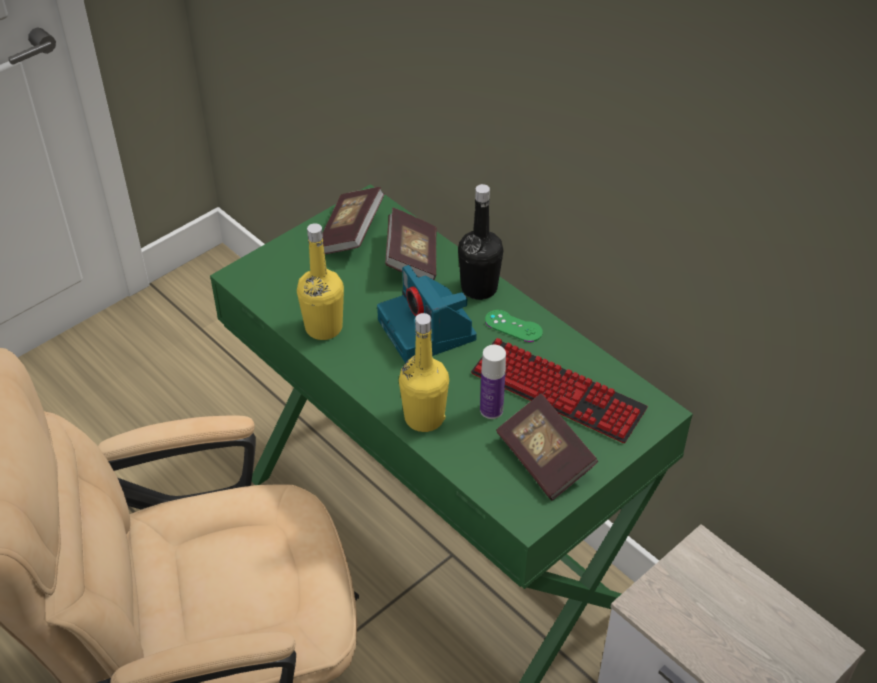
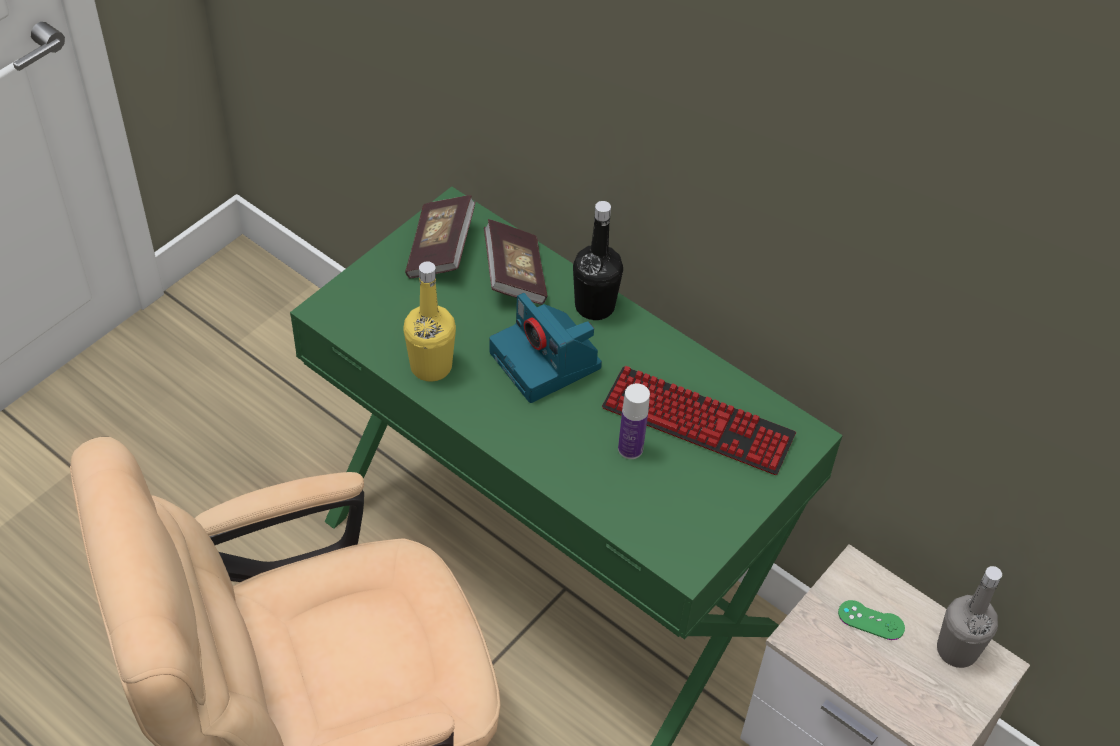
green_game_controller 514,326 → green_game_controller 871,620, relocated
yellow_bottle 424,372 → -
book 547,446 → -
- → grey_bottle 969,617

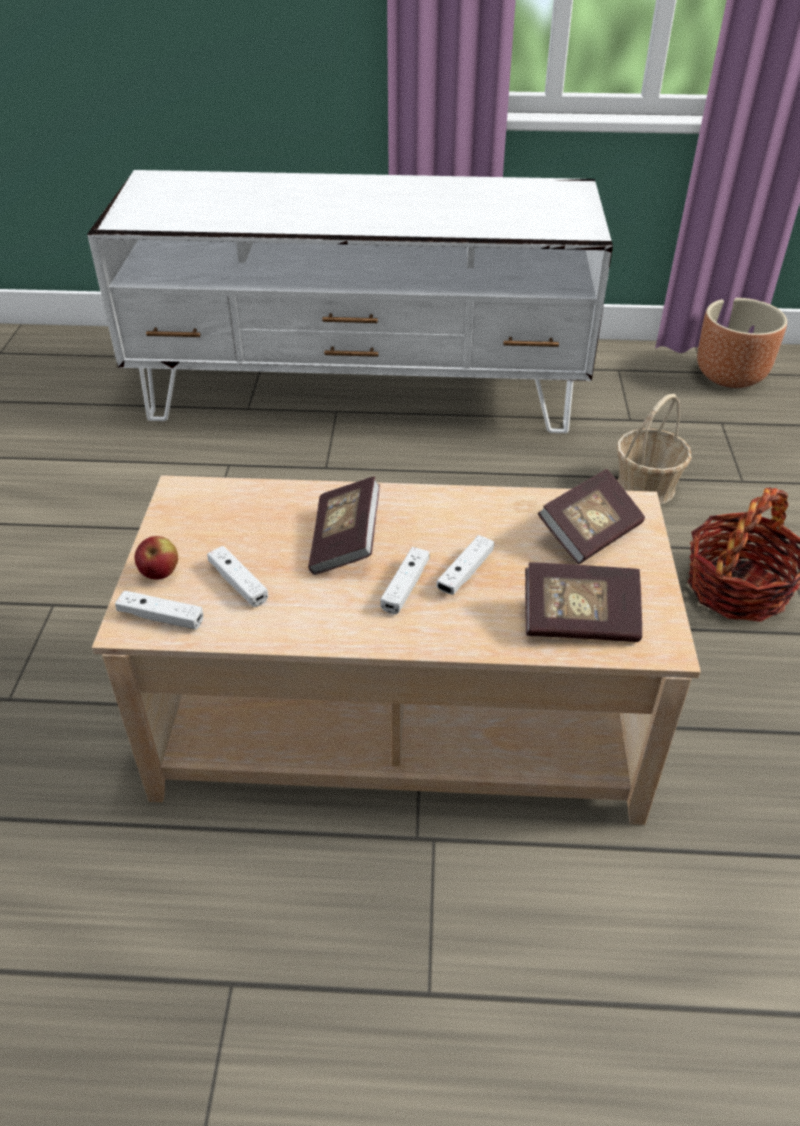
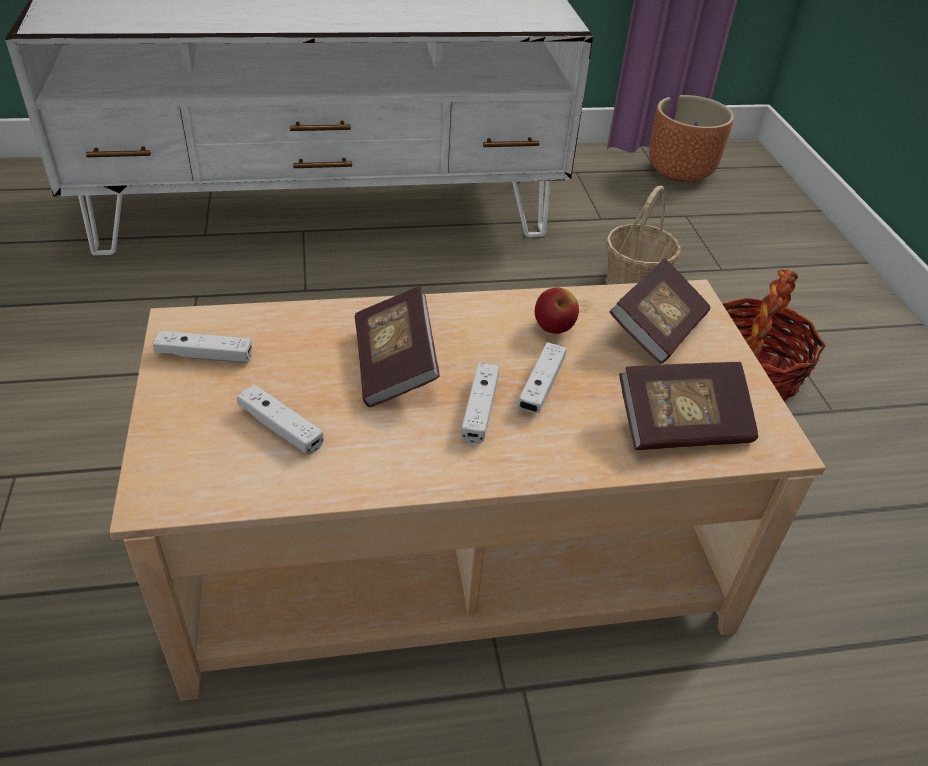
apple 156,558 → apple 557,310, relocated
white_game_controller 159,610 → white_game_controller 202,347, relocated

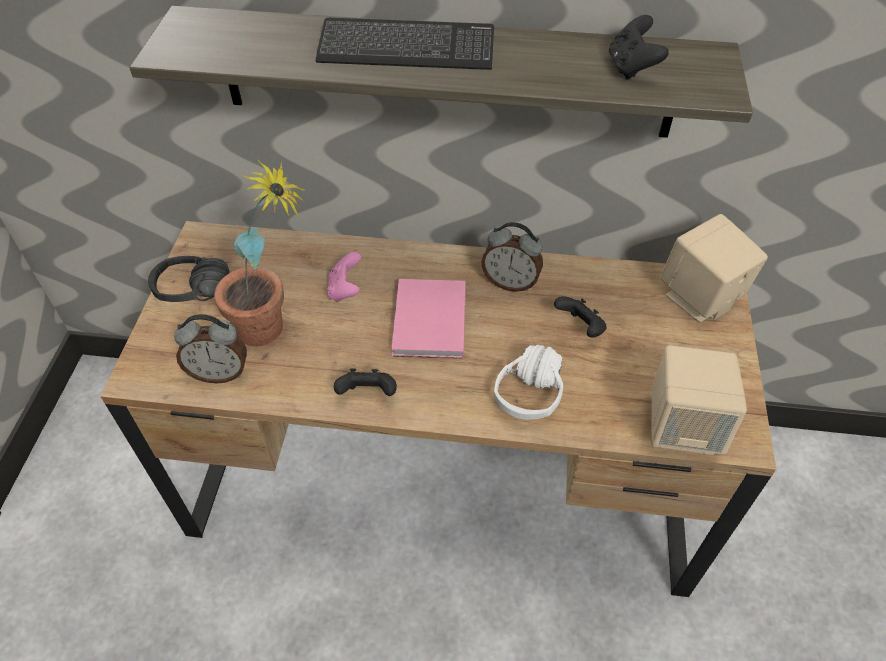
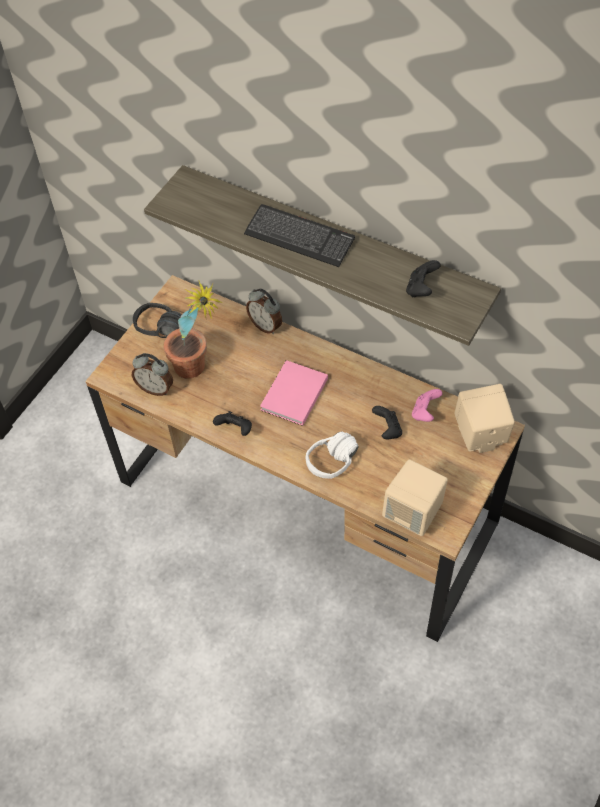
alarm_clock 512,257 → alarm_clock 264,311, relocated
pink_game_controller 344,277 → pink_game_controller 427,405, relocated

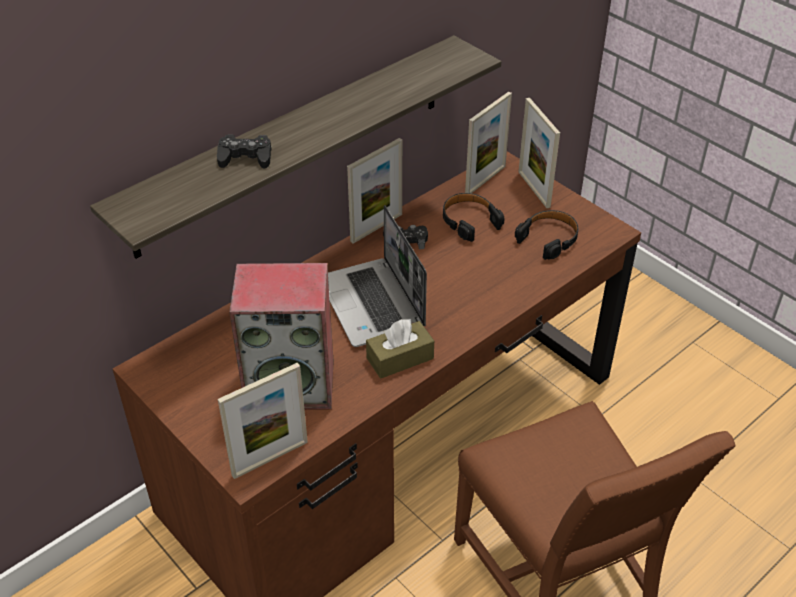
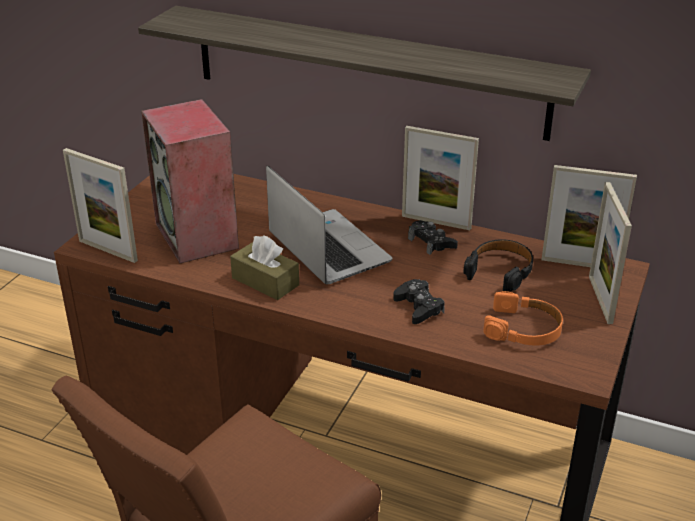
picture_frame 539,153 → picture_frame 610,253, 45 degrees counterclockwise
black_game_controller 244,151 → black_game_controller 419,301, relocated
laptop 377,276 → laptop 329,225, 105 degrees clockwise
black_headphones 546,235 → orange_headphones 523,318

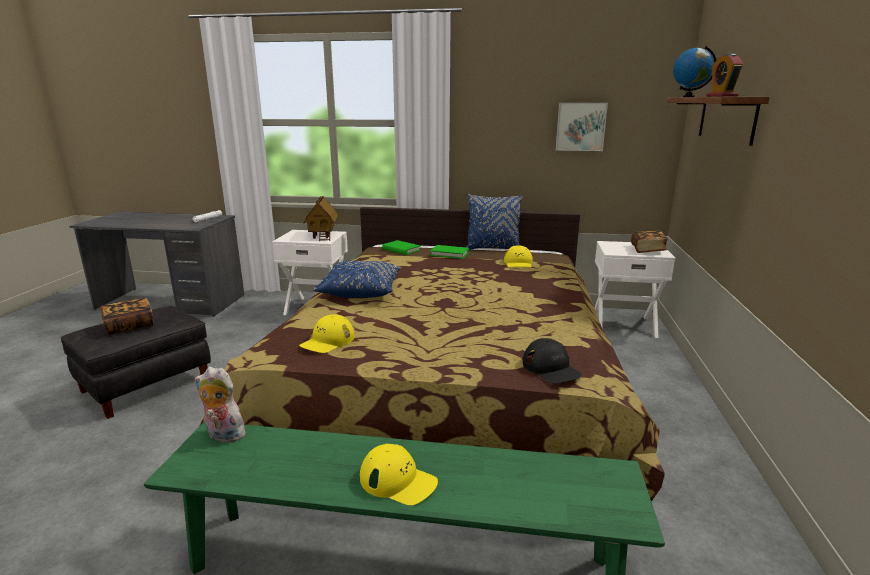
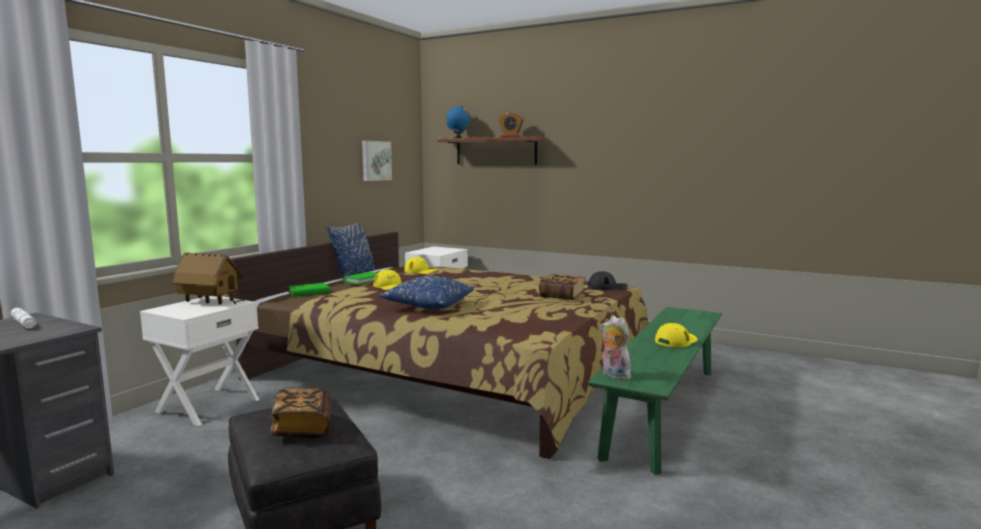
book 649,242 → book 562,287, relocated
yellow_cap 326,333 → yellow_cap 387,280, relocated
plush_toy 220,405 → plush_toy 616,348, 105 degrees clockwise

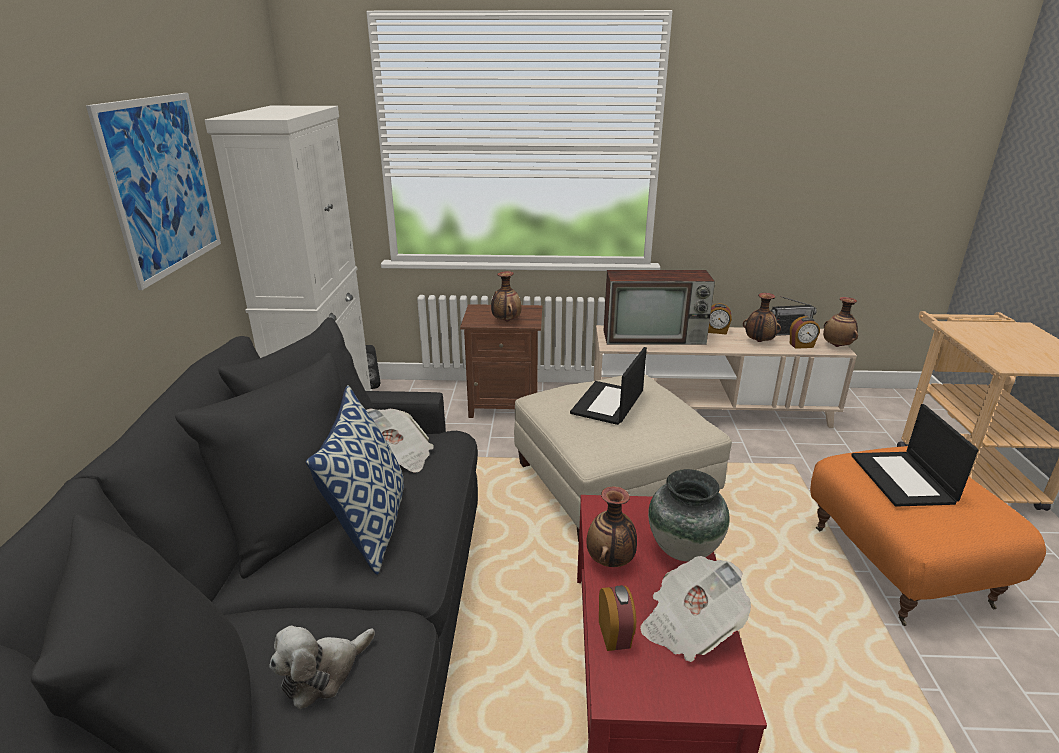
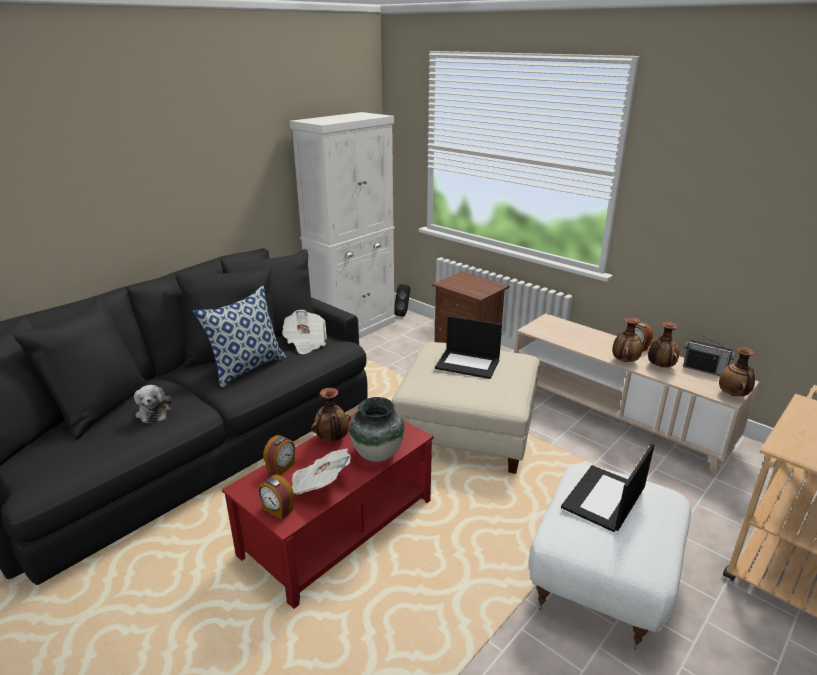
picture 153,191 → -
television 659,307 → -
vase 506,296 → vase 627,339, relocated
alarm_clock 805,332 → alarm_clock 276,497, relocated
laptop 608,386 → laptop 468,347, 135 degrees counterclockwise
orange_ottoman 928,536 → white_ottoman 610,556
plush_toy 322,667 → plush_toy 153,404, 105 degrees counterclockwise

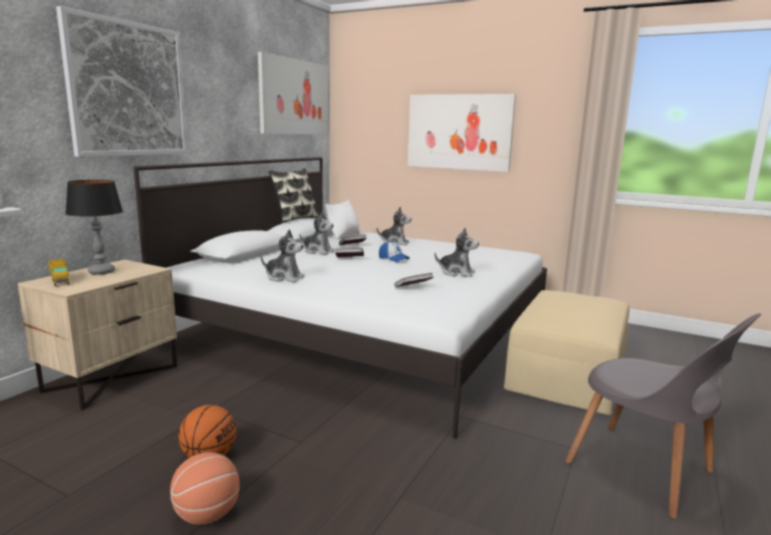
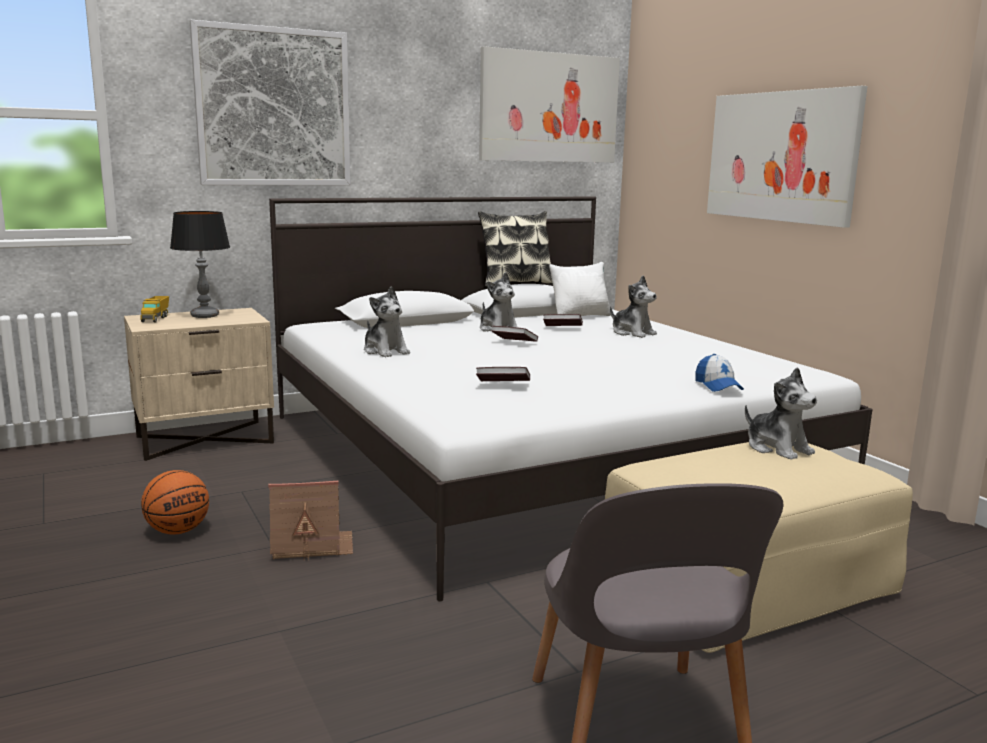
plush_toy 456,252 → plush_toy 781,413, relocated
cap 394,251 → cap 719,373, relocated
basketball 205,488 → -
- → toy_house 310,520

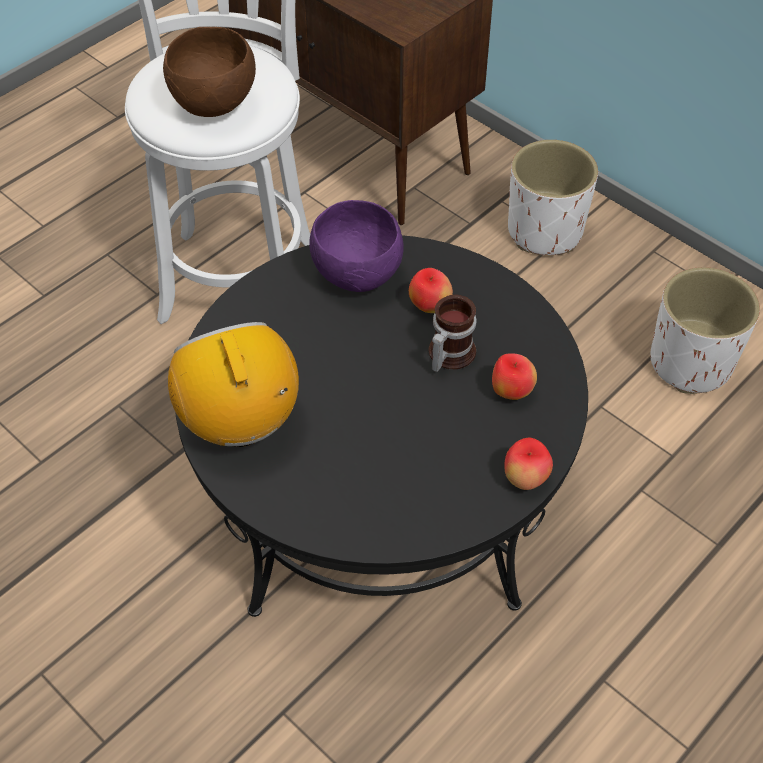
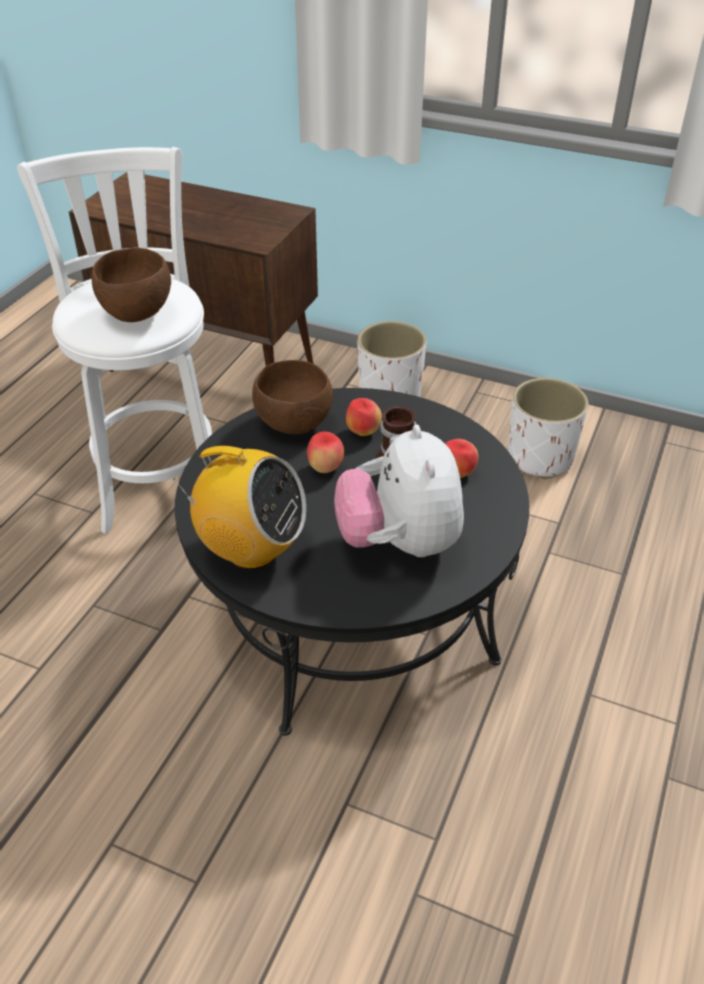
purple_bowl 356,246 → brown_bowl 292,397
radio 233,384 → radio 239,507, 150 degrees clockwise
apple 528,464 → apple 325,452, relocated
- → plush_toy 399,491

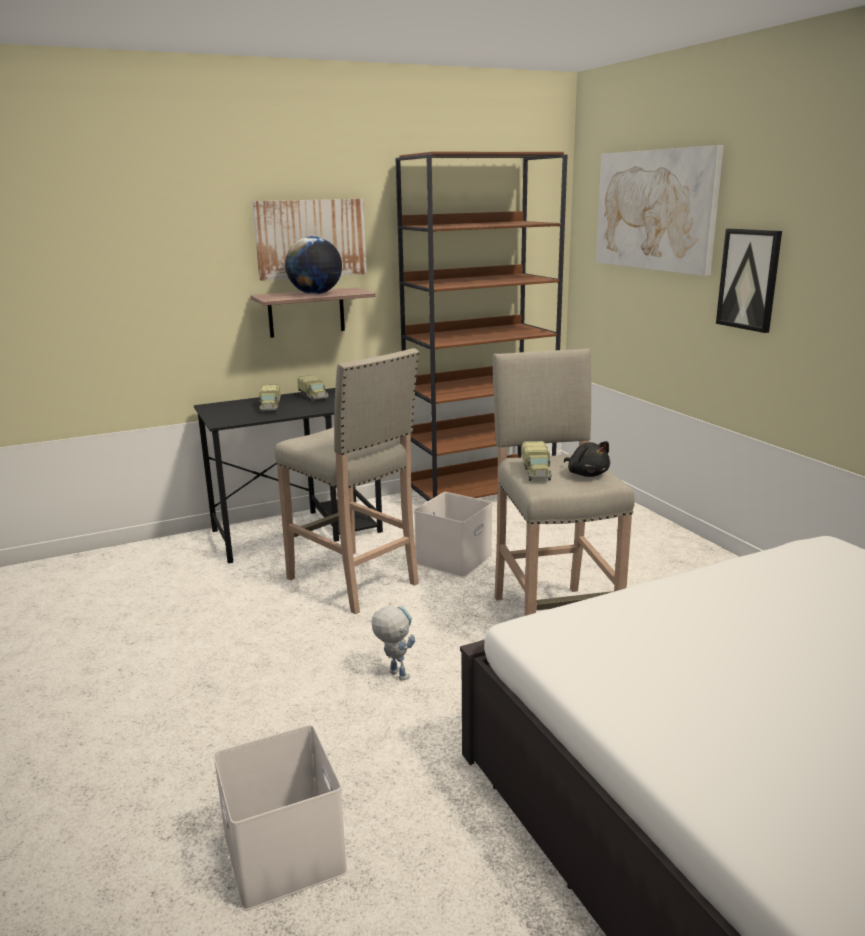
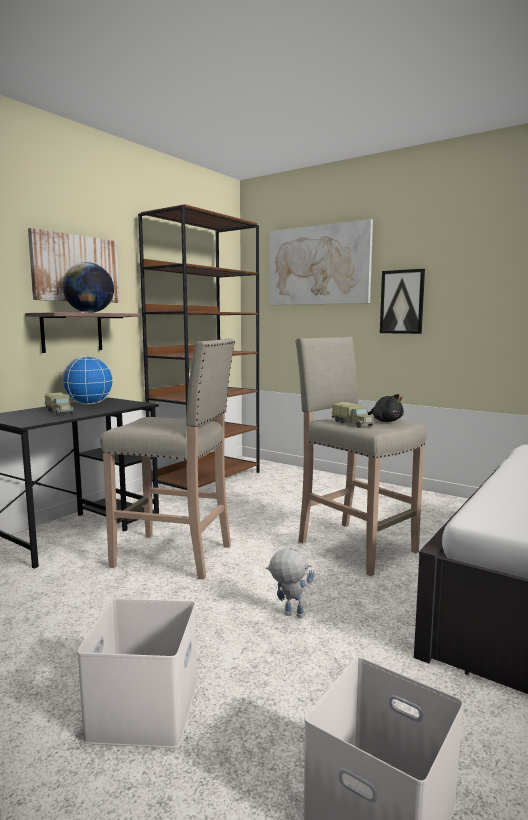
toy_truck 313,388 → globe 87,380
white_storage_box 453,535 → white_storage_box 137,673, relocated

